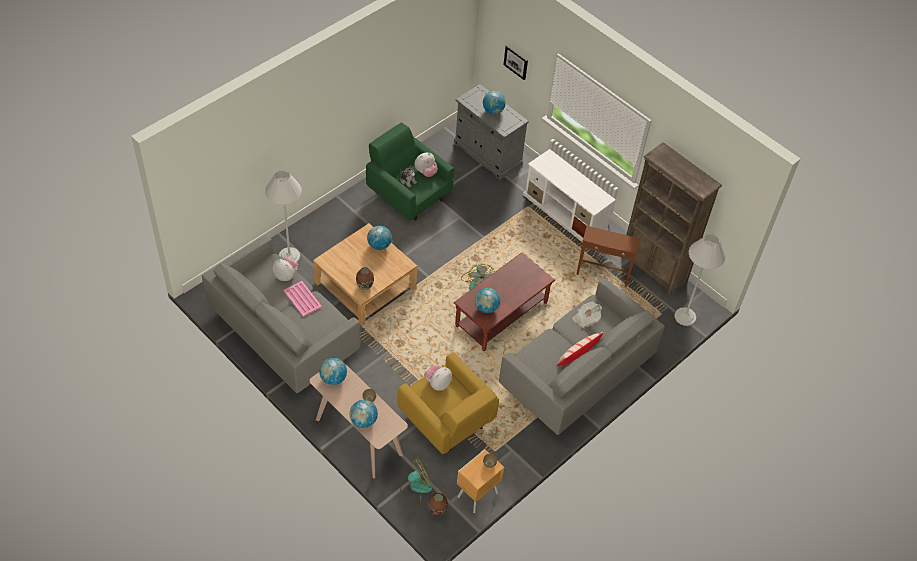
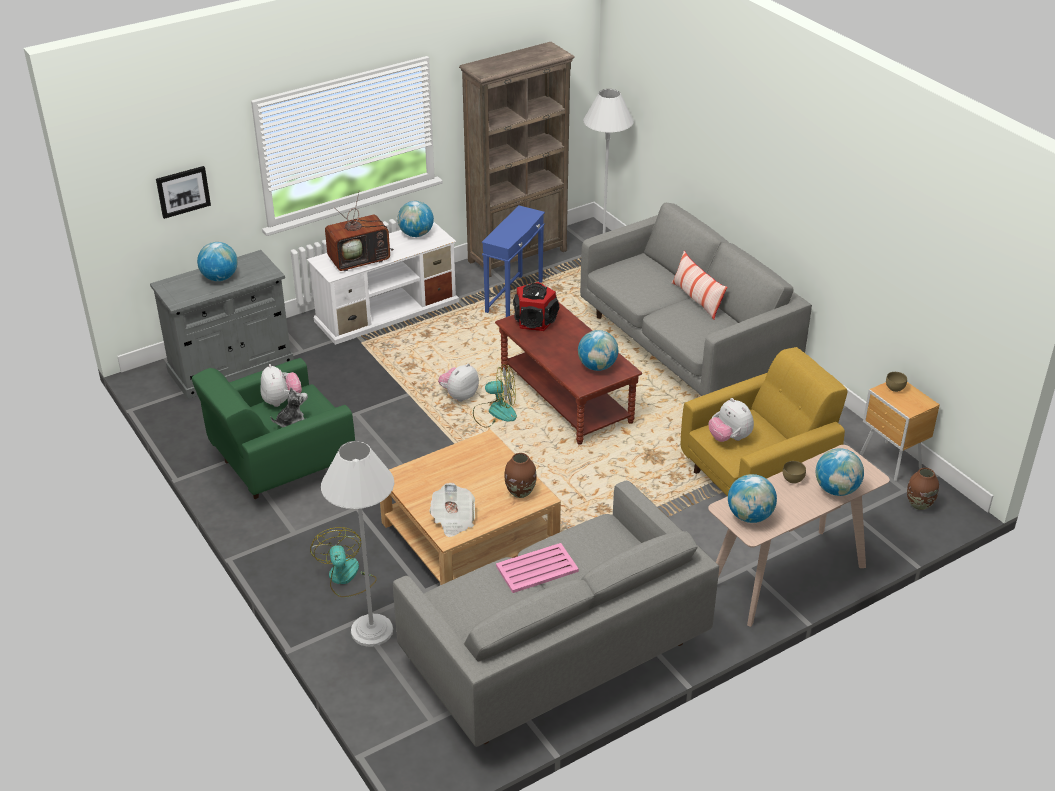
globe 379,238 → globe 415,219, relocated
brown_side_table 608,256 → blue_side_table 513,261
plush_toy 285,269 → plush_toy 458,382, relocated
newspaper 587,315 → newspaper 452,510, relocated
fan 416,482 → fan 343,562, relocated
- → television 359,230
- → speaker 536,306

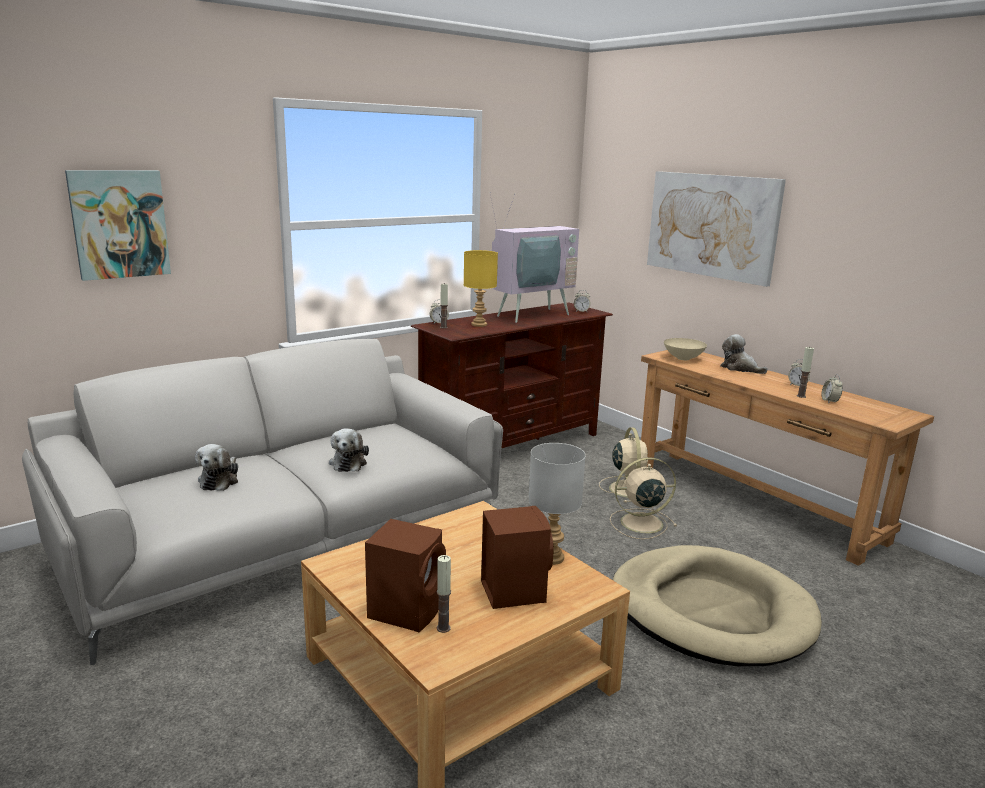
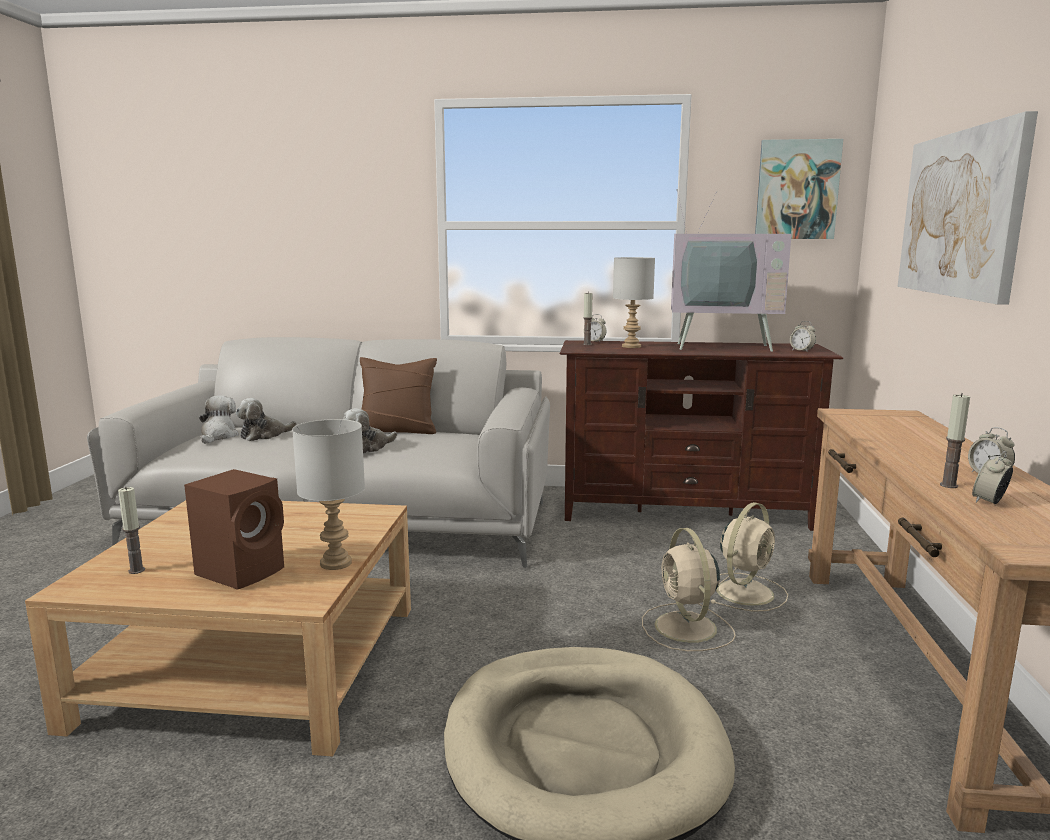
picture 118,225 → picture 799,189, relocated
yellow_table_lamp 481,288 → grey_table_lamp 634,302
plush_toy 744,354 → plush_toy 219,419, relocated
beige_bowl 685,349 → -
beige_fan 643,498 → beige_fan 689,589, 135 degrees counterclockwise
brown_speaker 405,575 → -
- → brown_pillow 398,395

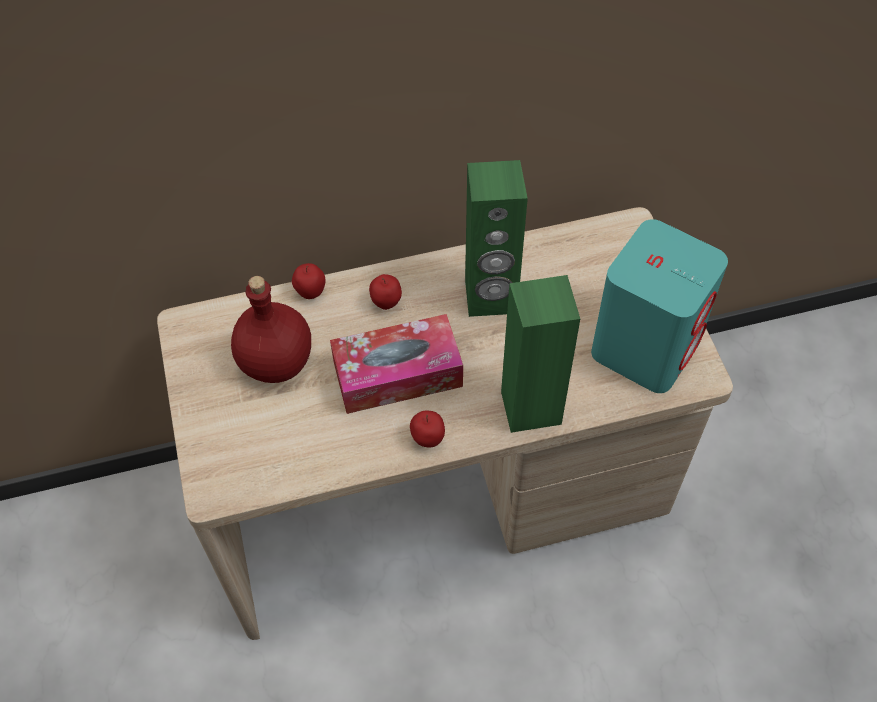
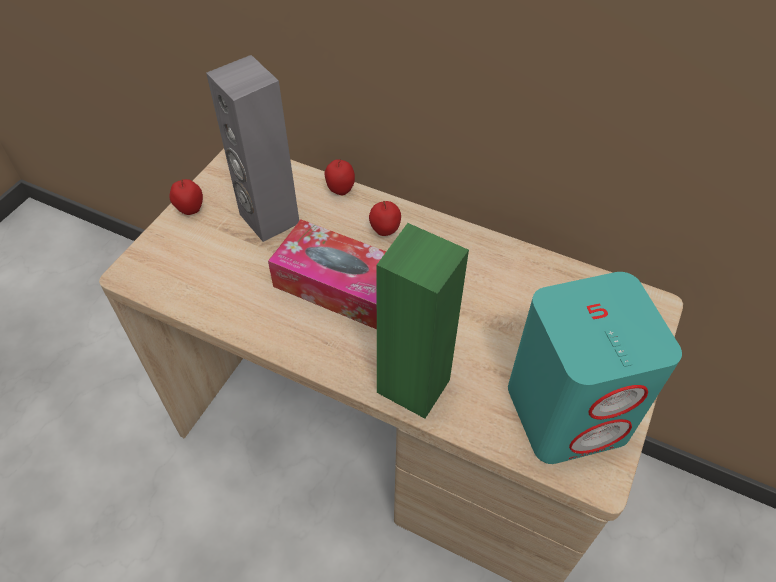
green_speaker 496,238 → -
red_bottle 271,329 → grey_speaker 252,148
apple 427,429 → apple 186,197, relocated

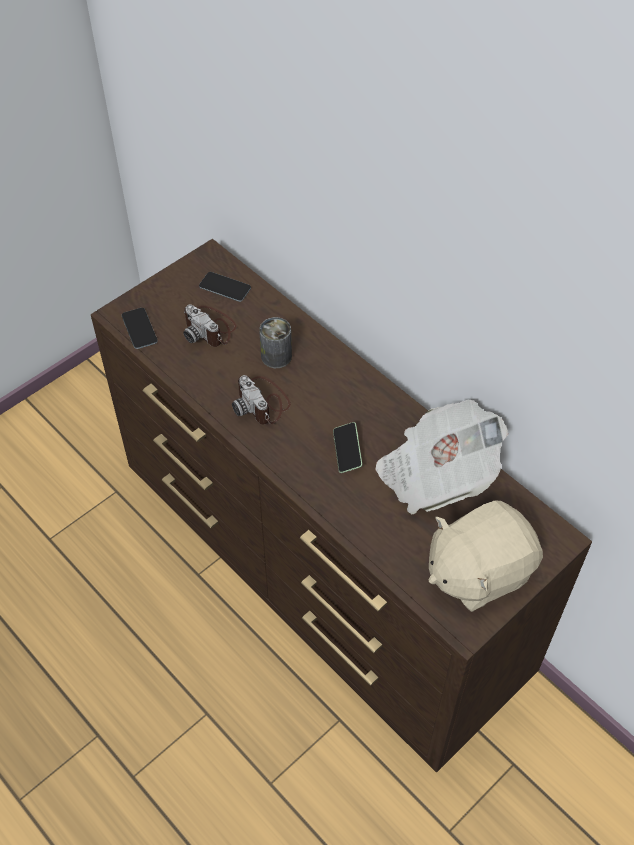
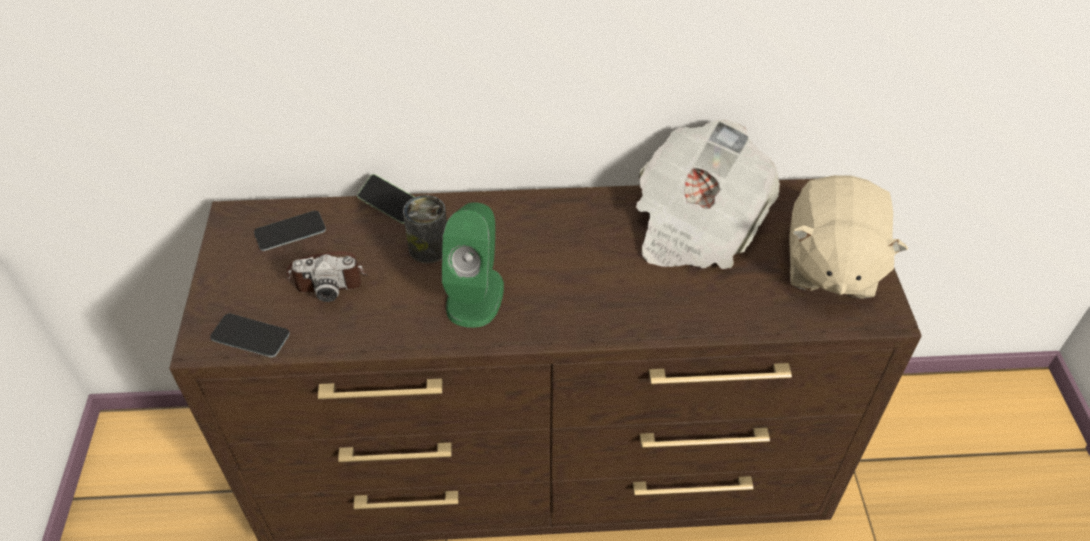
photo_camera 261,399 → green_speaker 473,265
phone 347,447 → phone 386,199, relocated

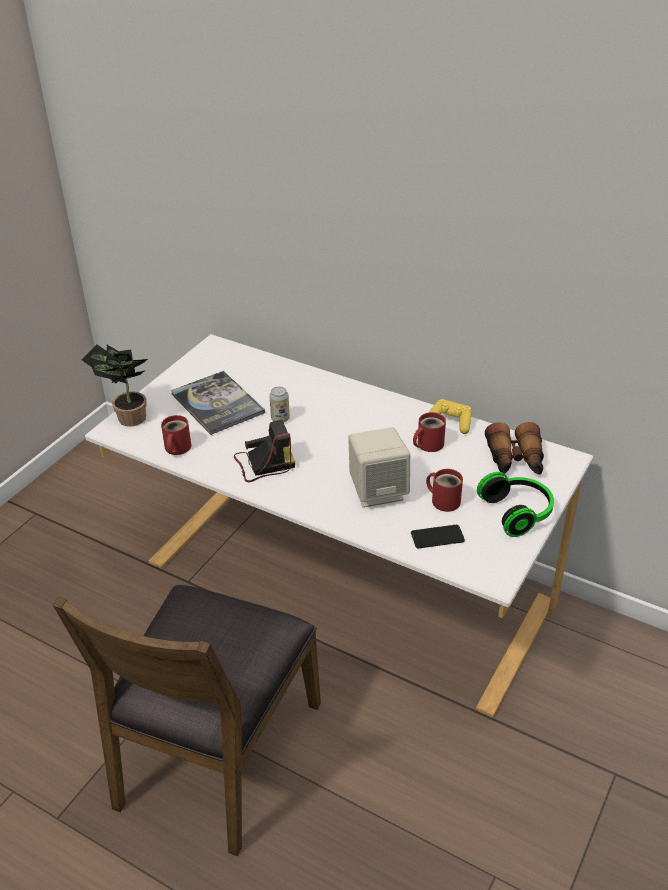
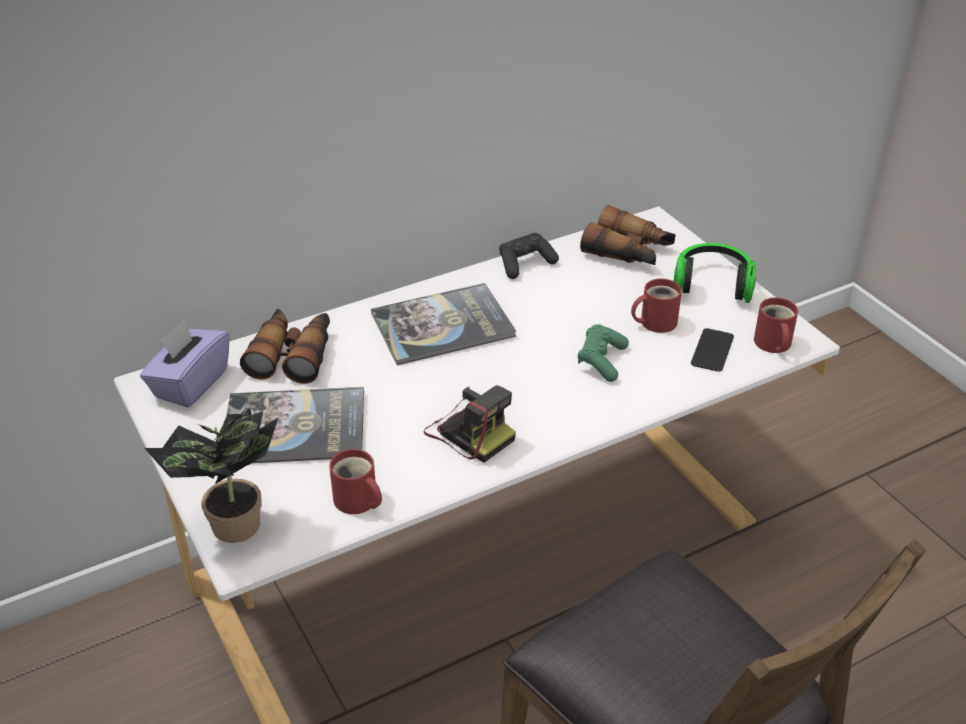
can 279,405 → -
yellow_game_controller 451,416 → black_game_controller 529,256
red_mug 429,432 → red_mug 776,325, relocated
photo_camera 264,450 → photo_camera 470,424, 120 degrees clockwise
beige_speaker 379,467 → green_game_controller 603,353
- → book 444,324
- → binoculars 285,346
- → purple_tissue_box 184,364

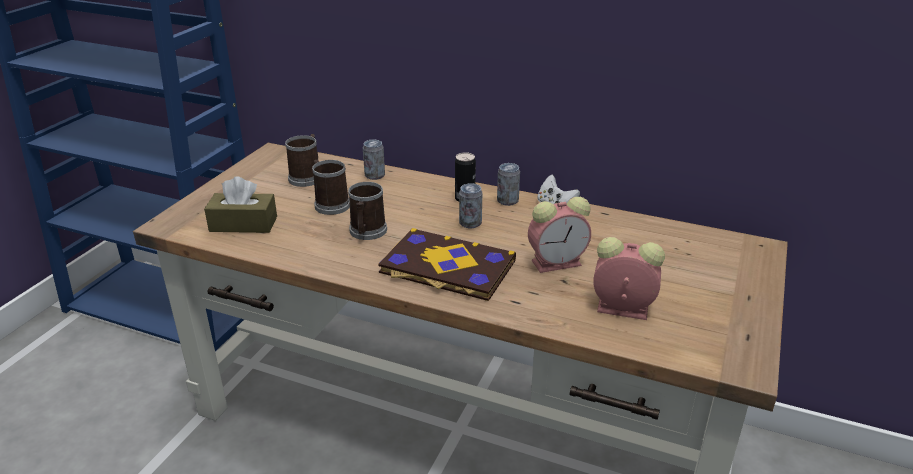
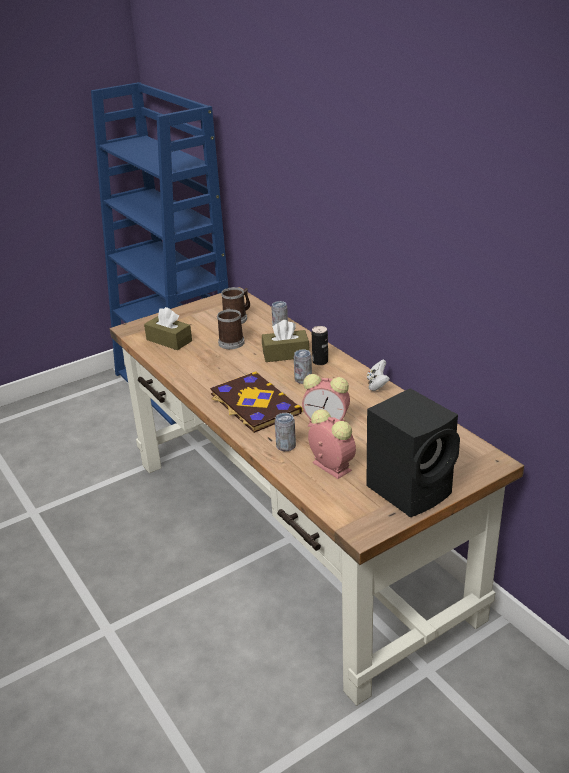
can 508,184 → can 285,432, relocated
mug 367,211 → -
- → brown_tissue_box 285,341
- → black_speaker 413,452

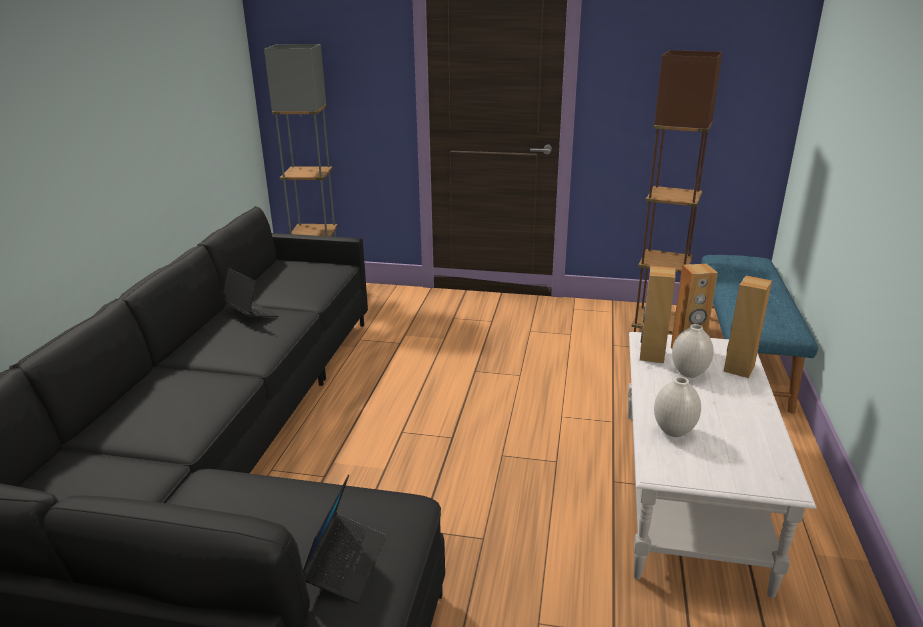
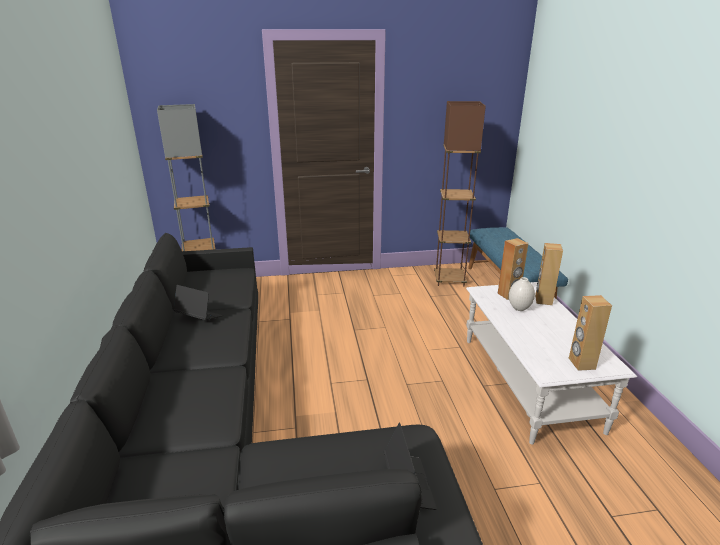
brown_speaker 658,314 → brown_speaker 590,333, relocated
white_vase 677,407 → -

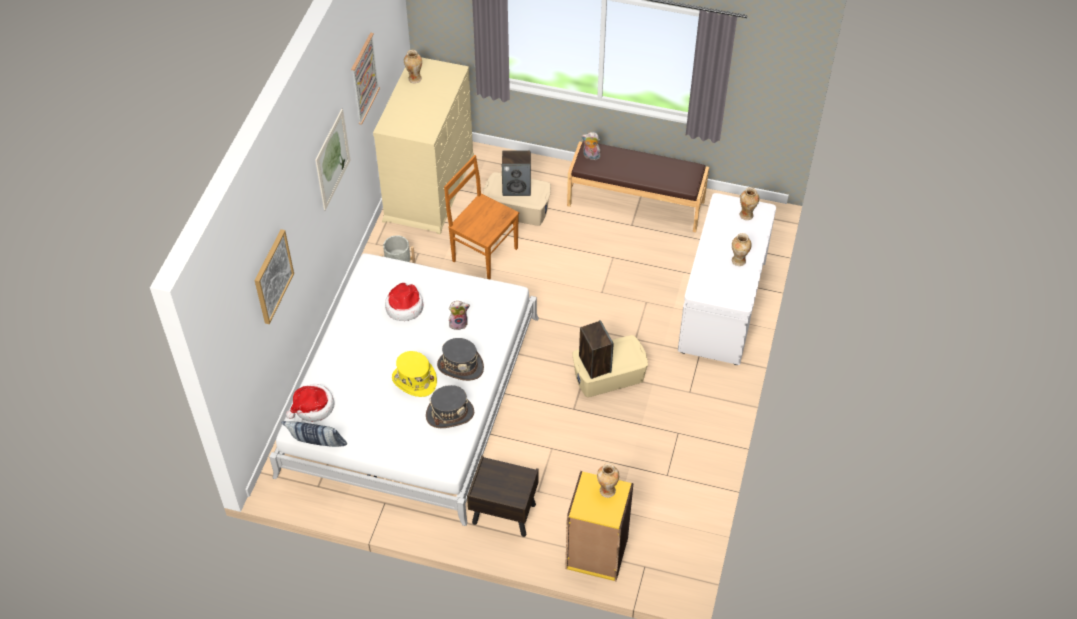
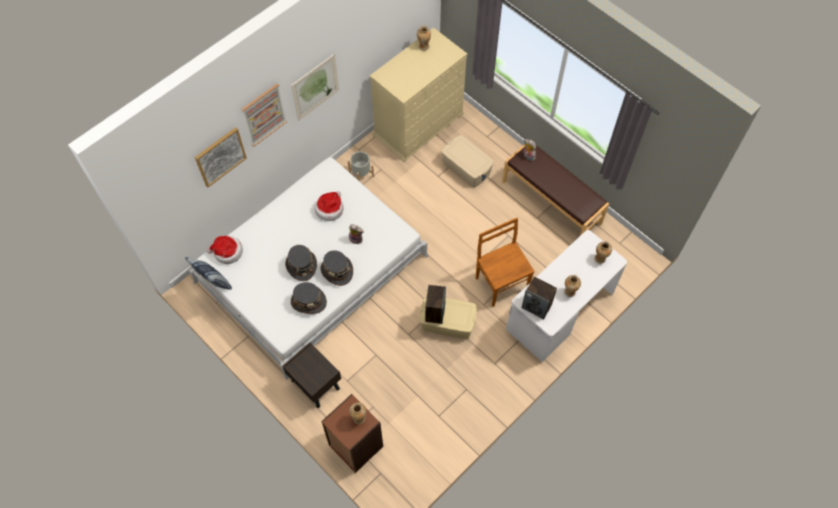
picture 365,79 → picture 264,115, relocated
speaker 516,173 → speaker 539,298, relocated
brown_chair 481,217 → brown_chair 505,262, relocated
yellow_hat 414,374 → grey_hat 301,263
yellow_bookcase 599,526 → brown_bookcase 352,433

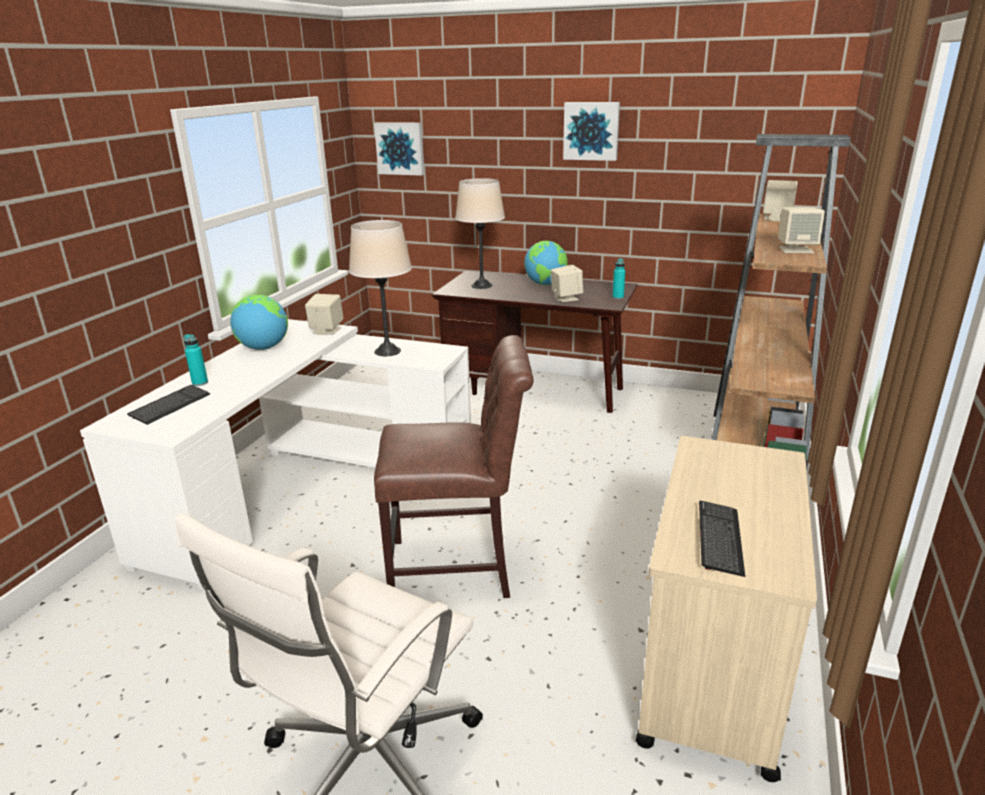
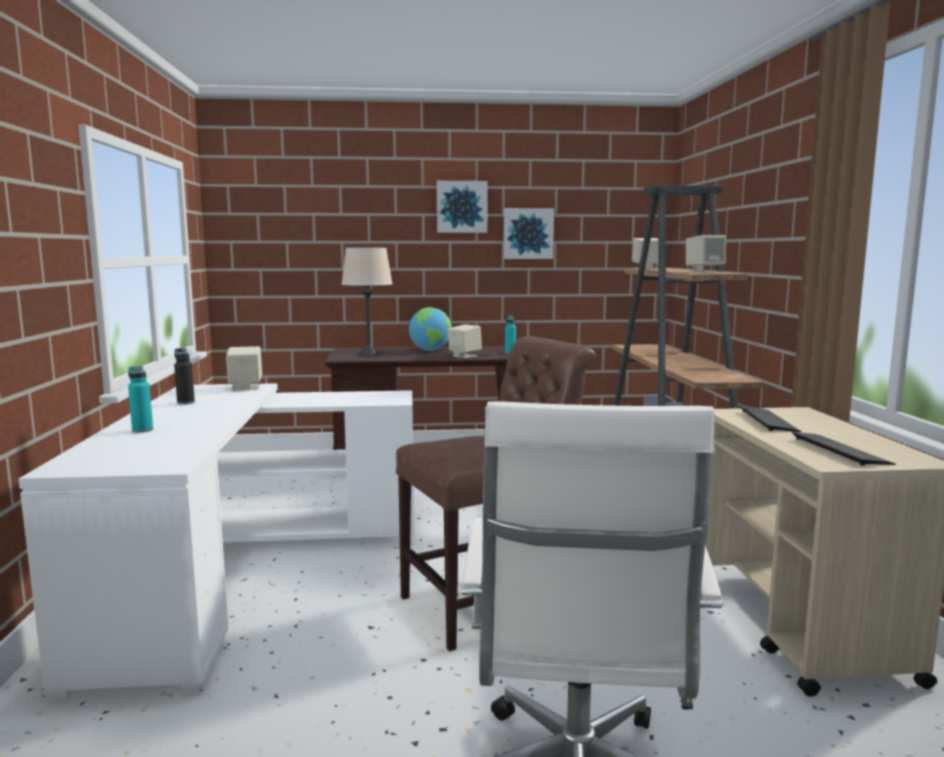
picture 399,149 → picture 528,233, relocated
beige_table_lamp 380,288 → -
globe 259,322 → black_bottle 184,376
keyboard 168,405 → keyboard 770,418, relocated

